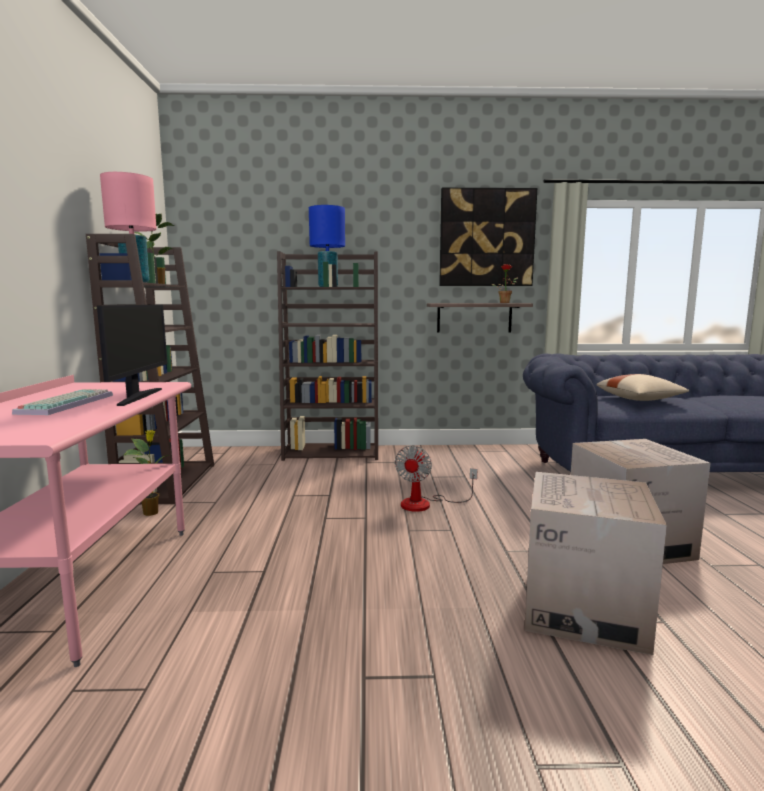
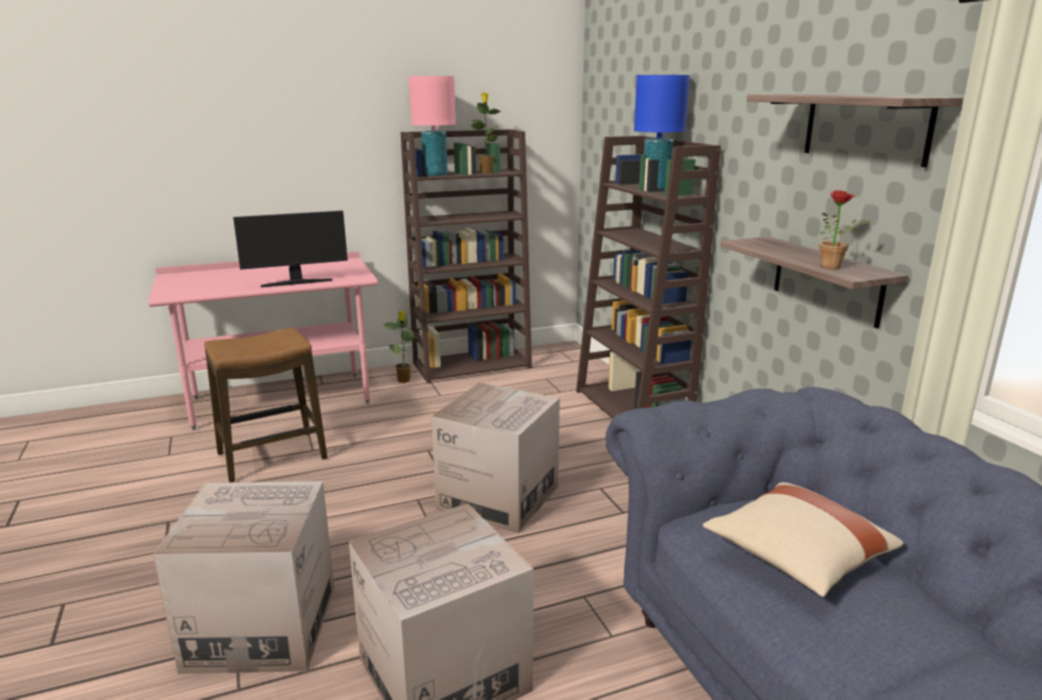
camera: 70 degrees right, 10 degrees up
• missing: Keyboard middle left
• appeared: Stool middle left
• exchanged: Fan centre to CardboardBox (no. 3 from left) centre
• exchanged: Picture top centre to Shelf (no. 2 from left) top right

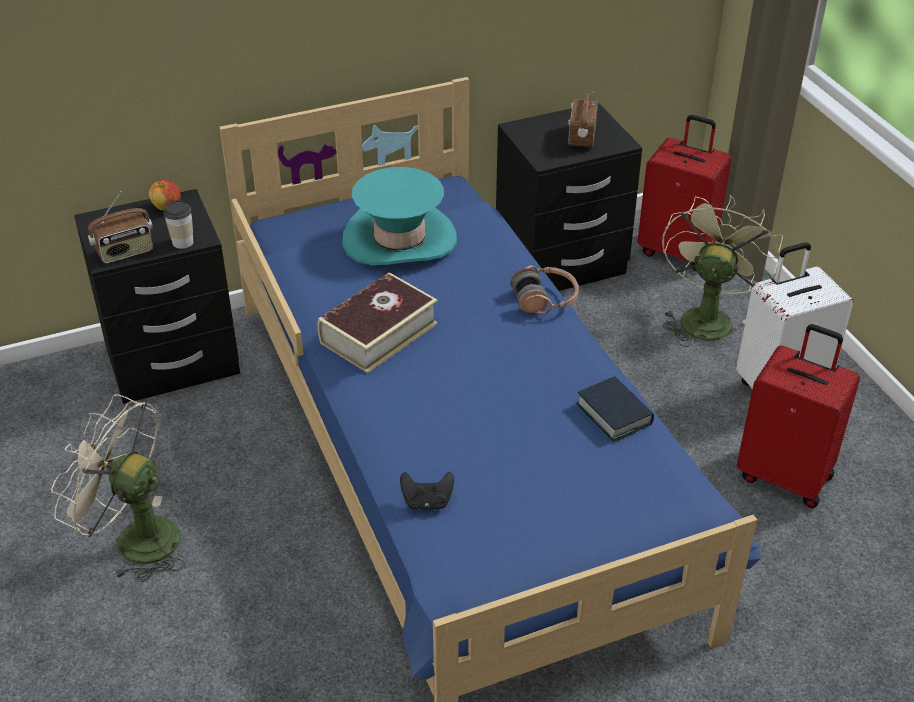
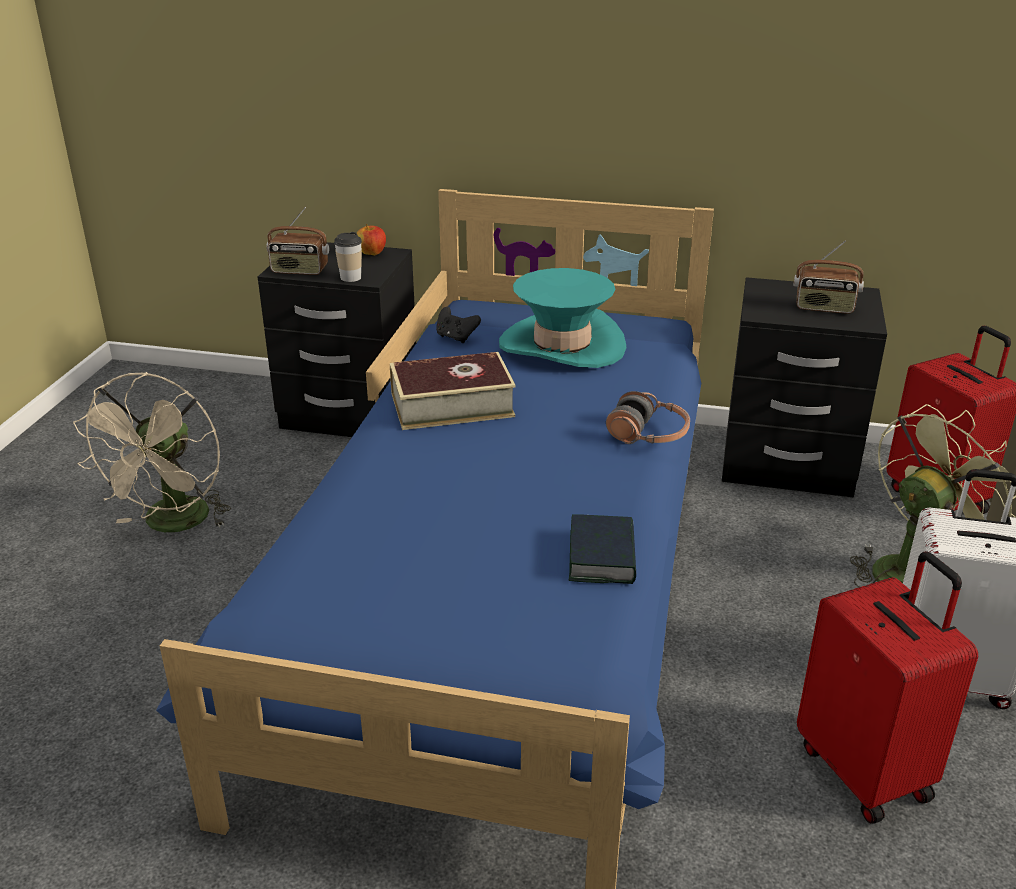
camera: 35 degrees right, 10 degrees down
• relocated: BlackGameController bottom centre to centre
• spun: BeigeFan bottom left = middle left 135 degrees counterclockwise
• spun: Radio (no. 2 from left) top centre = top right 120 degrees counterclockwise

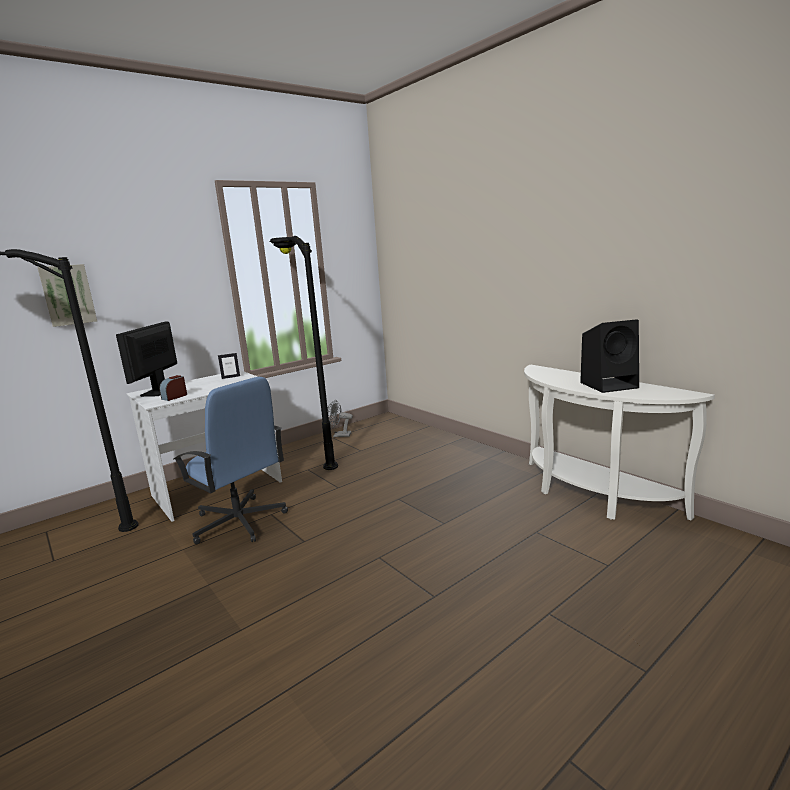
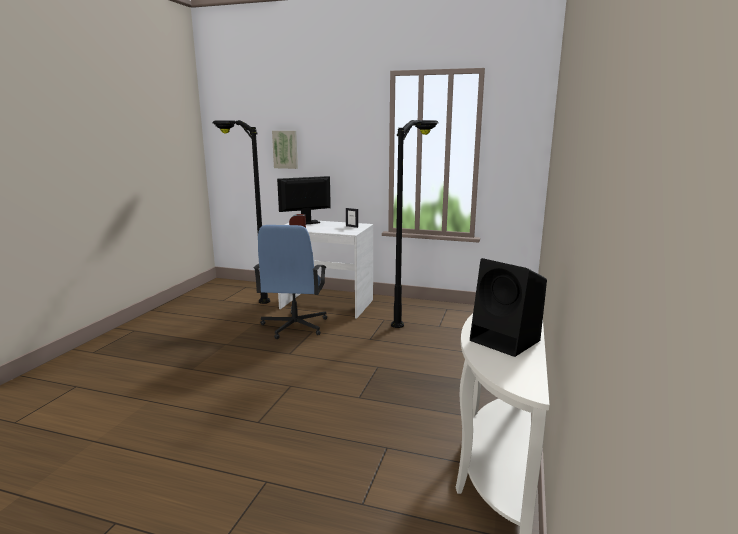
camera: 55 degrees right, 0 degrees up
• missing: GreyFan centre

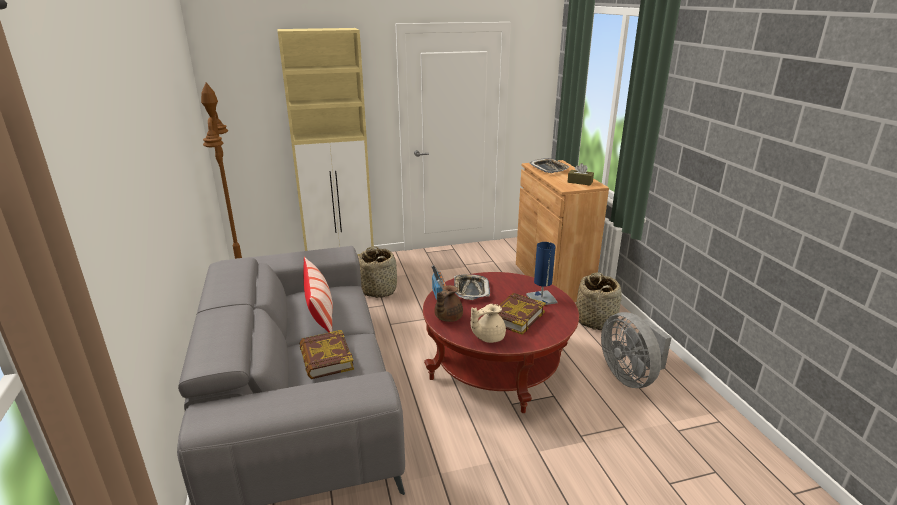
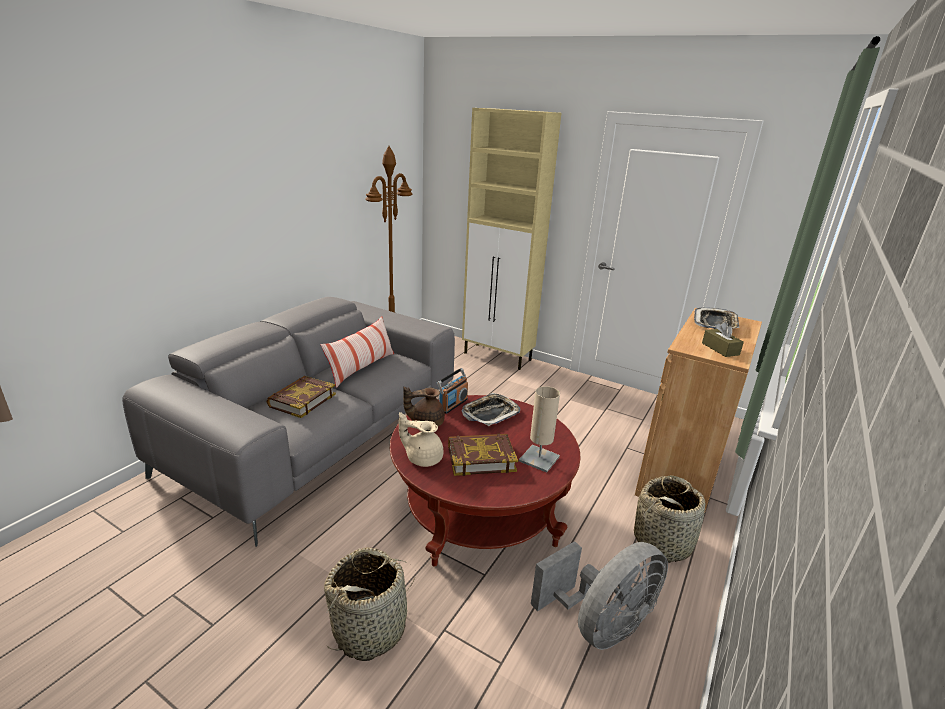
camera: 45 degrees right, 0 degrees up
• relocated: Basket (no. 1 from left) centre to bottom centre
• colour: BlueTableLamp centre to BeigeTableLamp centre
• spun: GreyFan bottom right = bottom centre 150 degrees counterclockwise

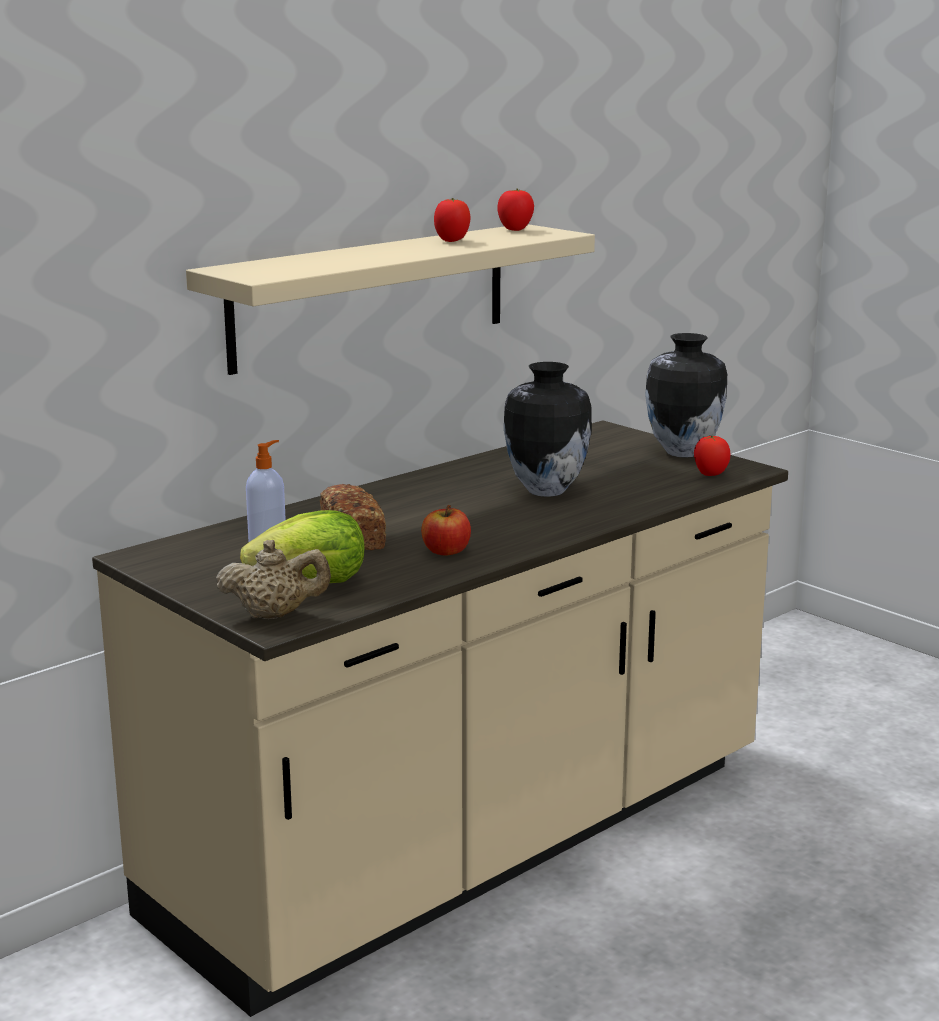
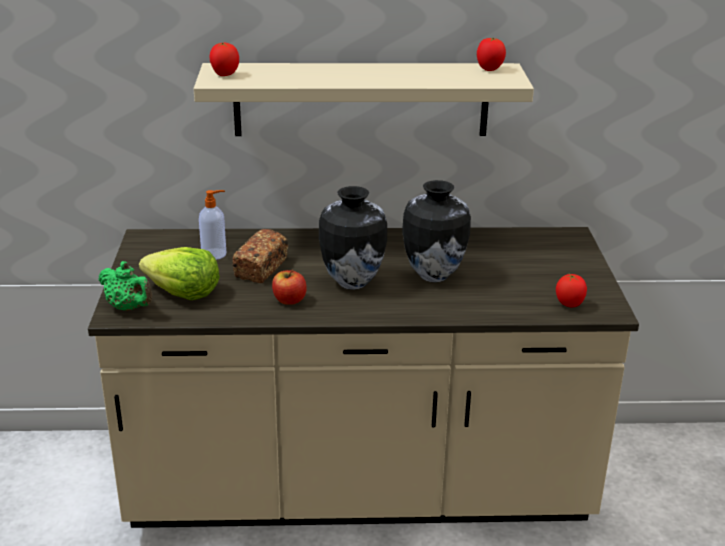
camera: 40 degrees right, 10 degrees up
• relocated: Tomato (no. 1 from left) top centre to top left
• relocated: Vase (no. 2 from left in the first image) middle right to Vase (no. 1 from left) centre
• colour: BeigeTeapot middle left to GreenTeapot middle left

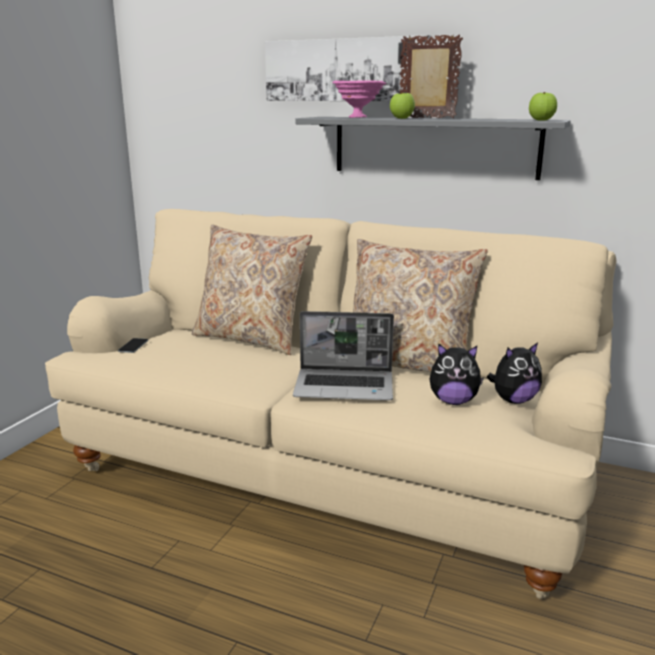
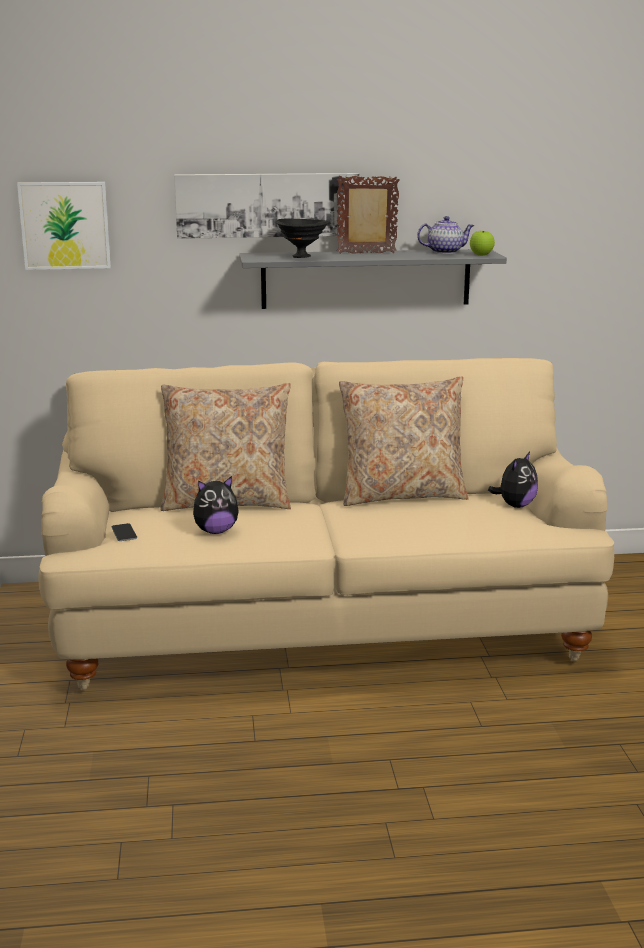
camera: 30 degrees left, 0 degrees up
• missing: Laptop centre
• missing: Apple (no. 1 from left) top centre
• appeared: Picture (no. 1 from left) top left
• appeared: Teapot top right
• relocated: PlushToy (no. 1 from left) middle right to centre
• colour: PinkBowl top centre to BlackBowl top centre

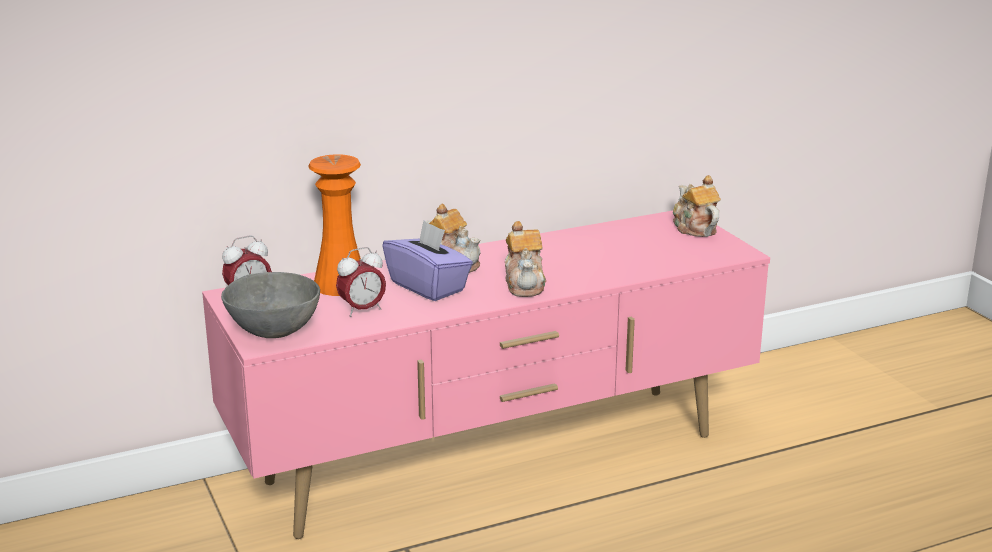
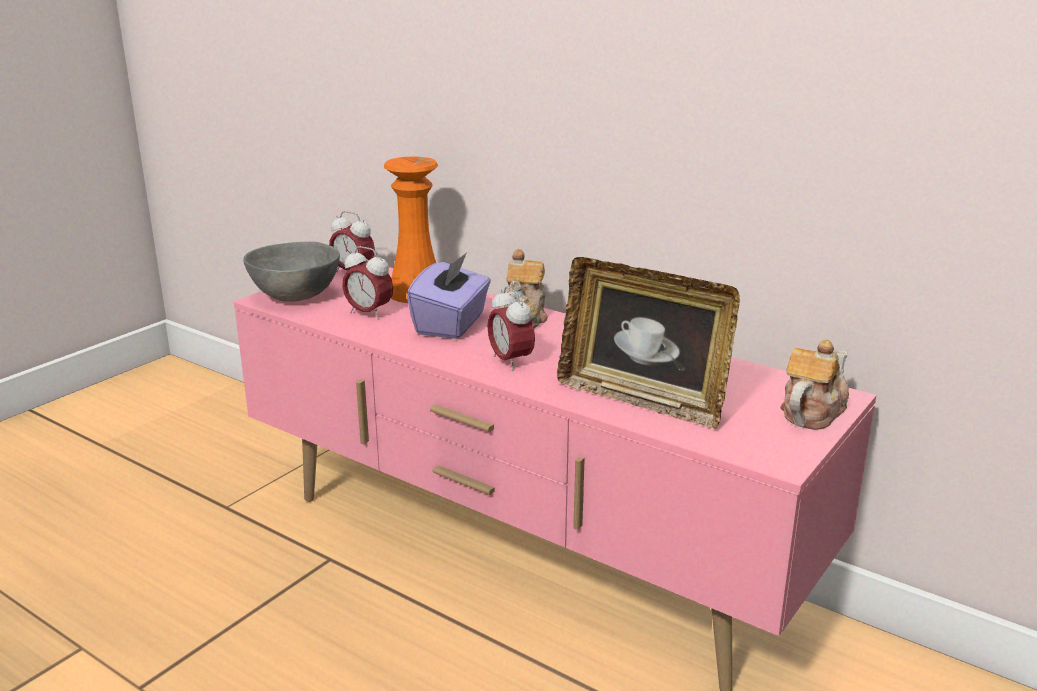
camera: 60 degrees right, 0 degrees up
• appeared: PictureFrame centre
• exchanged: Teapot (no. 2 from left) centre to AlarmClock (no. 3 from left) centre

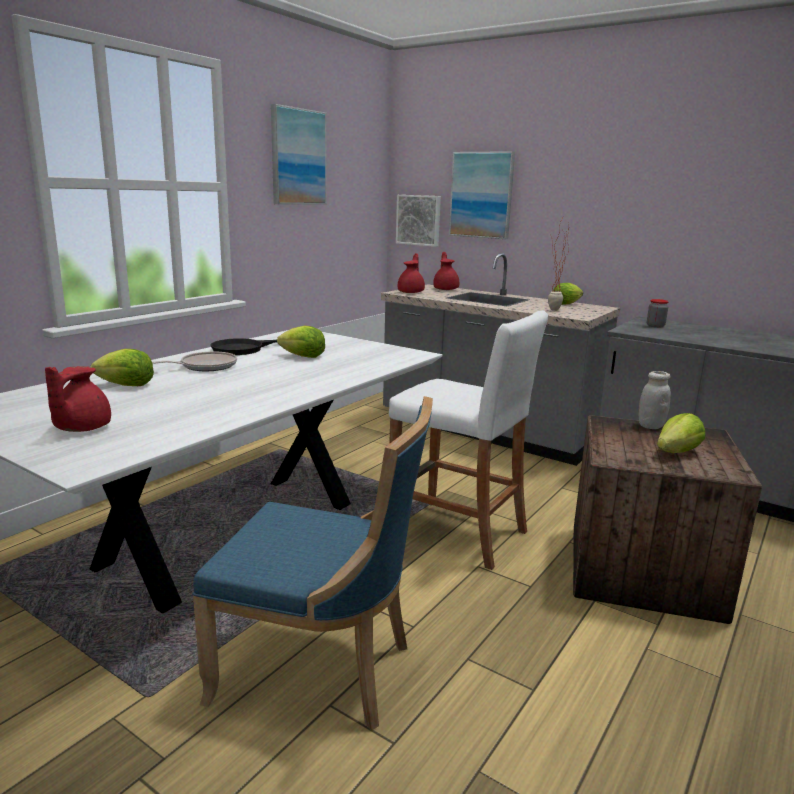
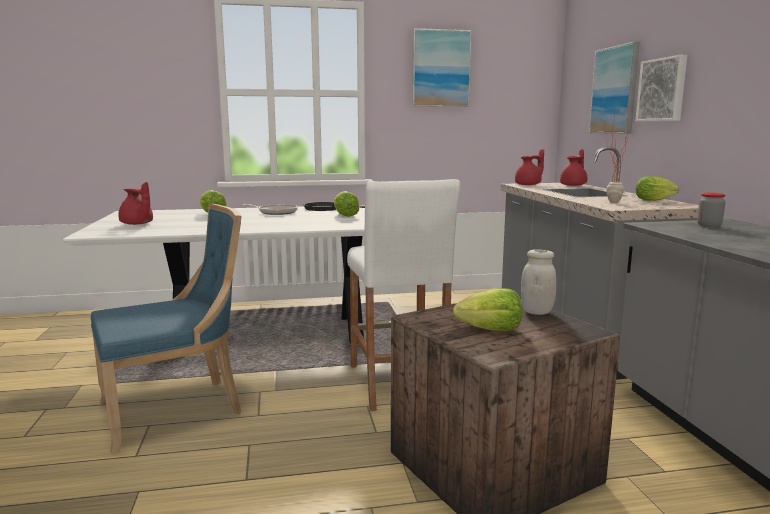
camera: 45 degrees right, 5 degrees down
• relocated: Picture (no. 2 from left in the first image) top centre to Picture (no. 3 from left) top right
• spun: RedTeapot (no. 1 from left) middle left = middle left 105 degrees counterclockwise
• spun: BlueChair bottom centre = middle left 90 degrees counterclockwise

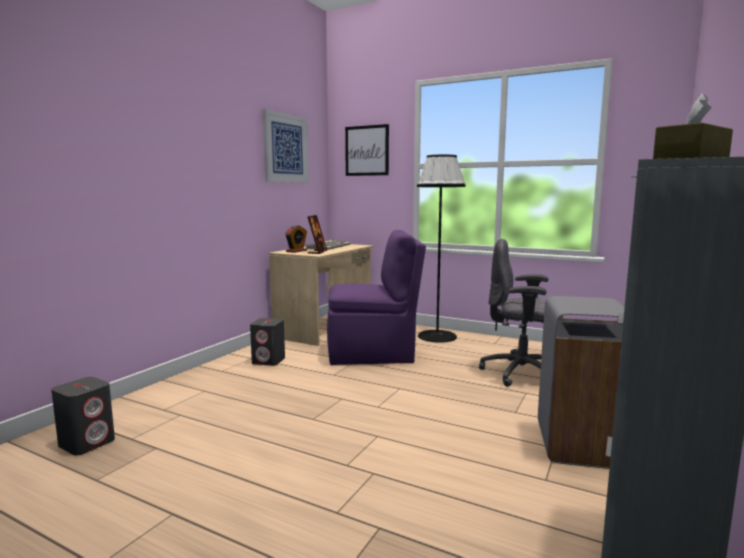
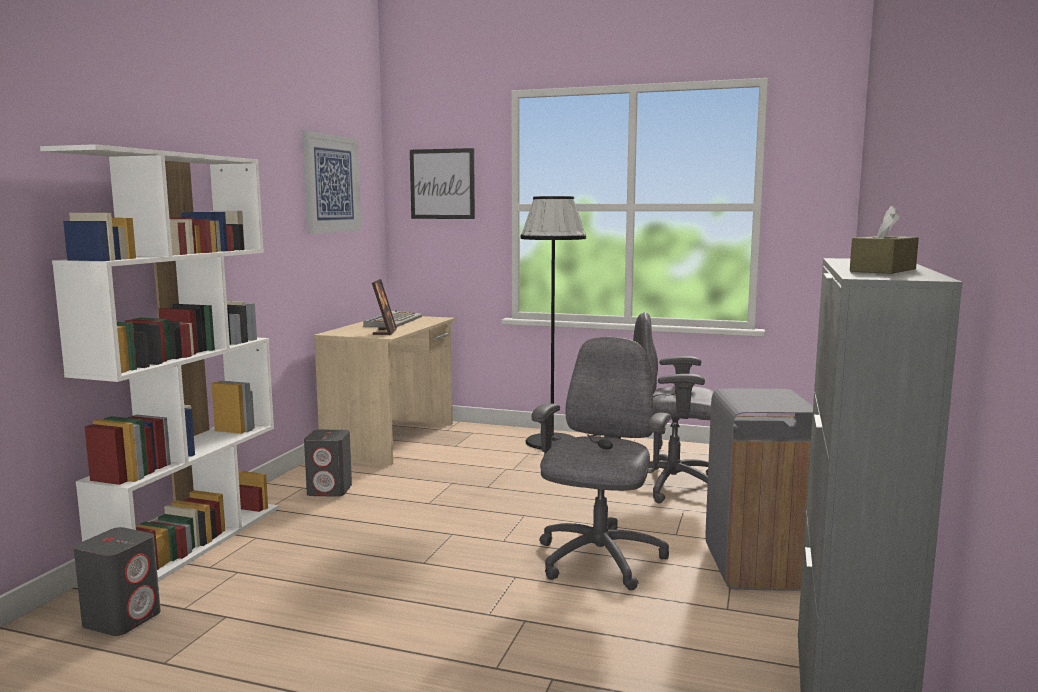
camera: 10 degrees left, 0 degrees up
• missing: AlarmClock centre
• missing: PurpleChair centre
• appeared: WhiteBookcase middle left
• appeared: GreyOfficeChair (no. 1 from left) bottom centre

